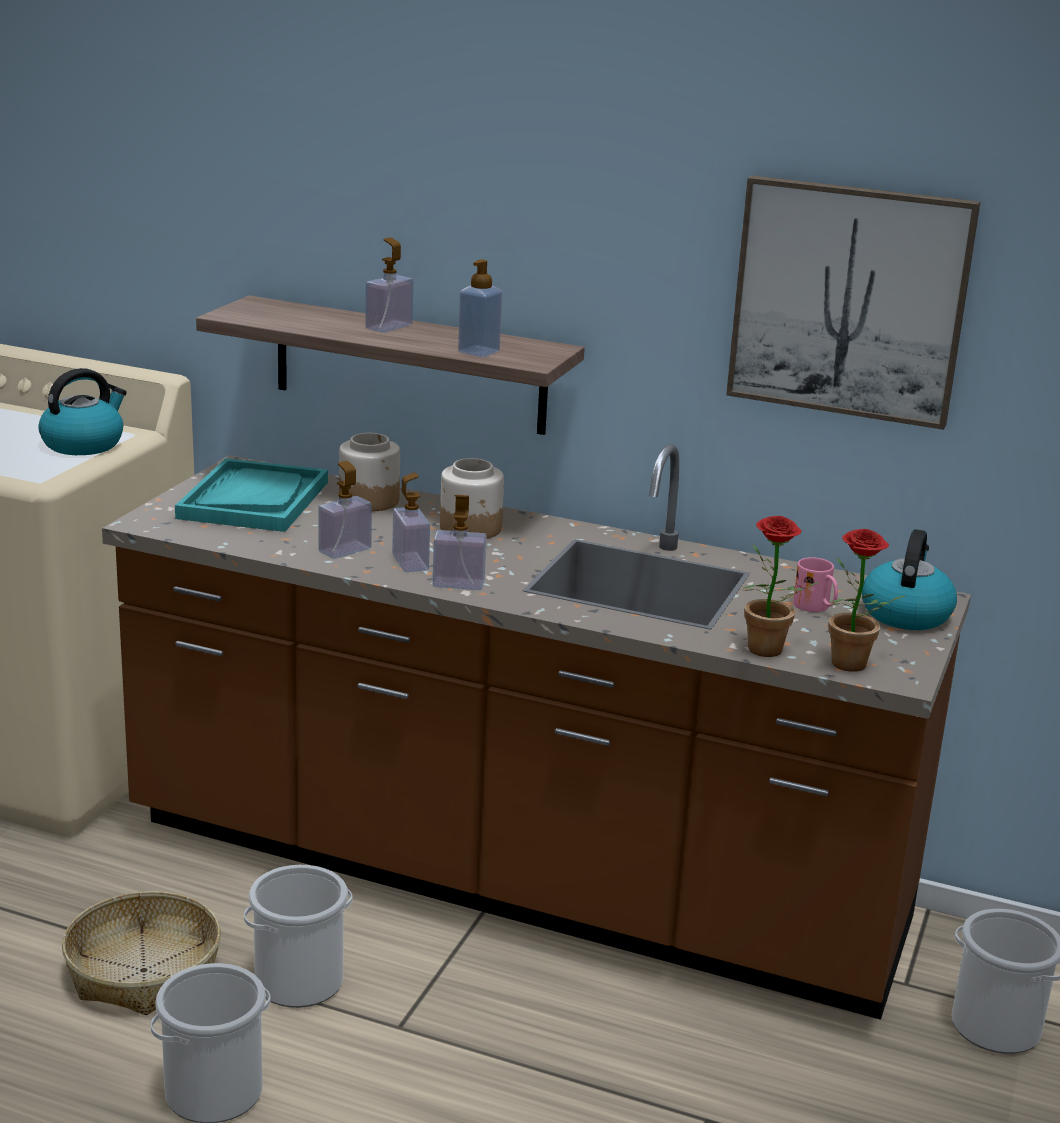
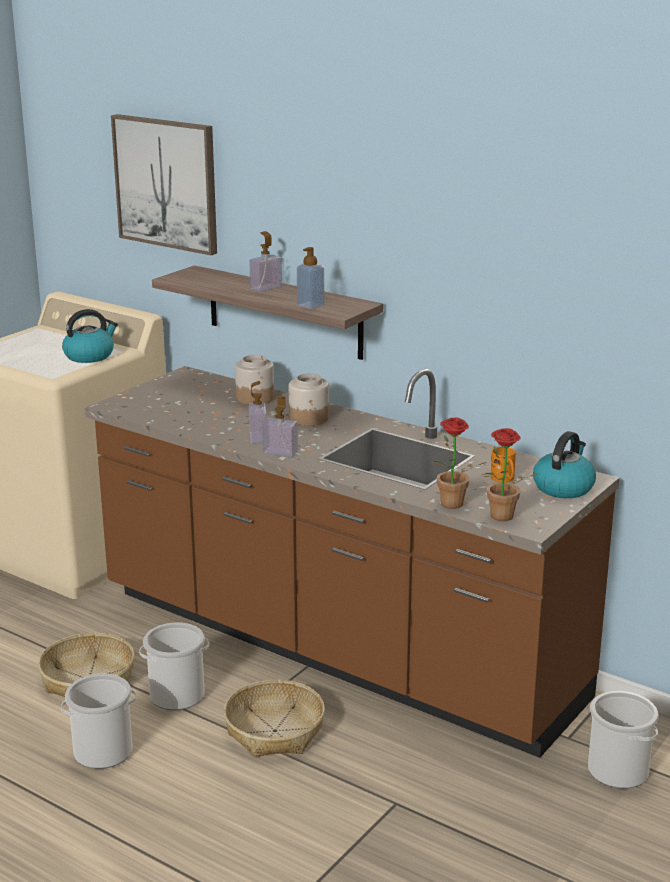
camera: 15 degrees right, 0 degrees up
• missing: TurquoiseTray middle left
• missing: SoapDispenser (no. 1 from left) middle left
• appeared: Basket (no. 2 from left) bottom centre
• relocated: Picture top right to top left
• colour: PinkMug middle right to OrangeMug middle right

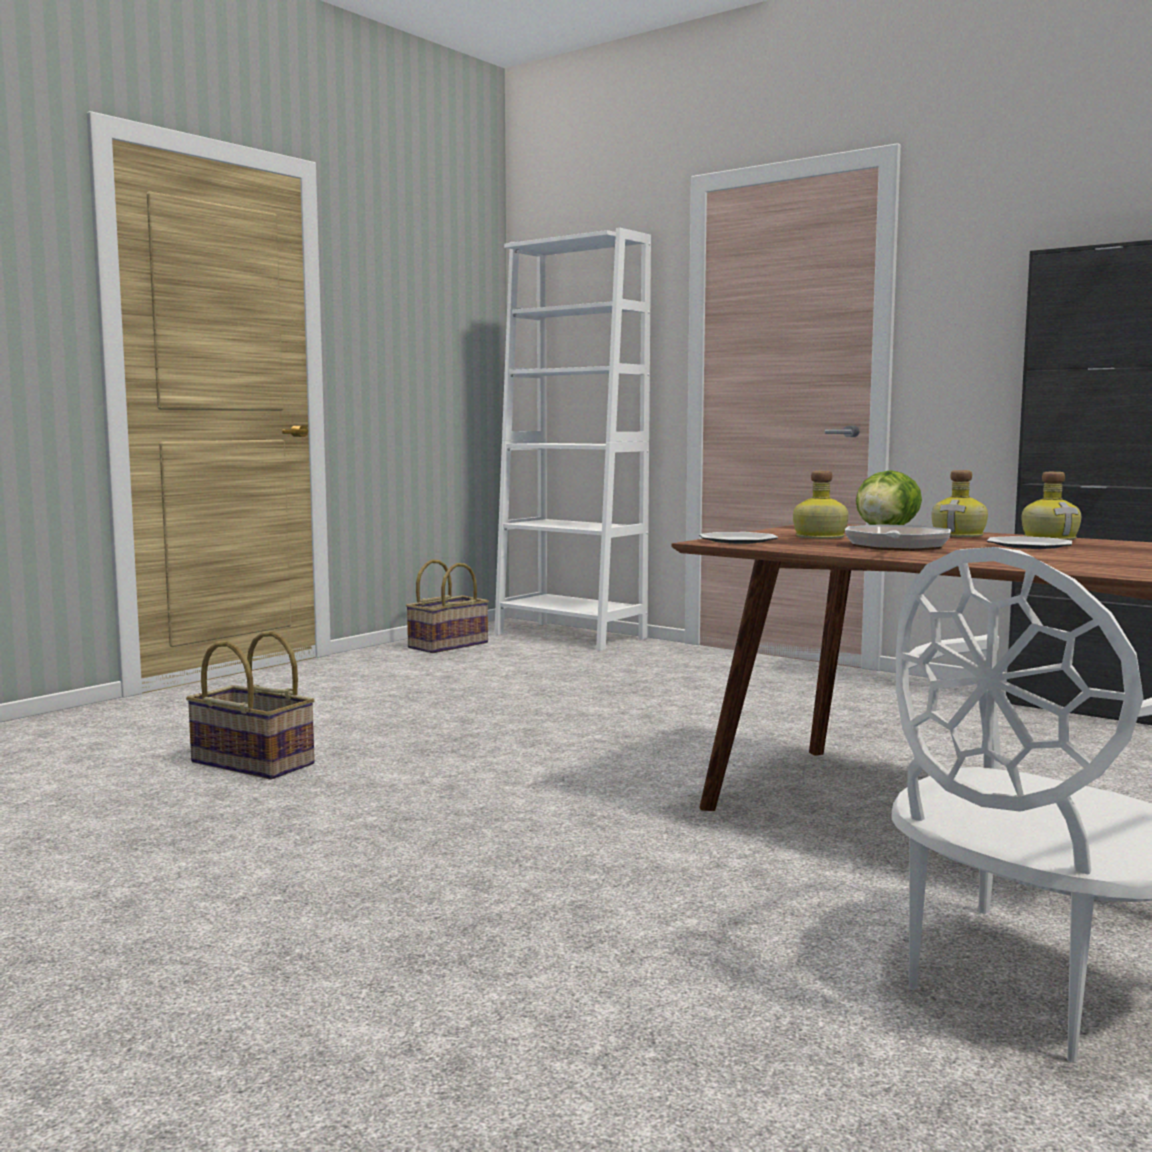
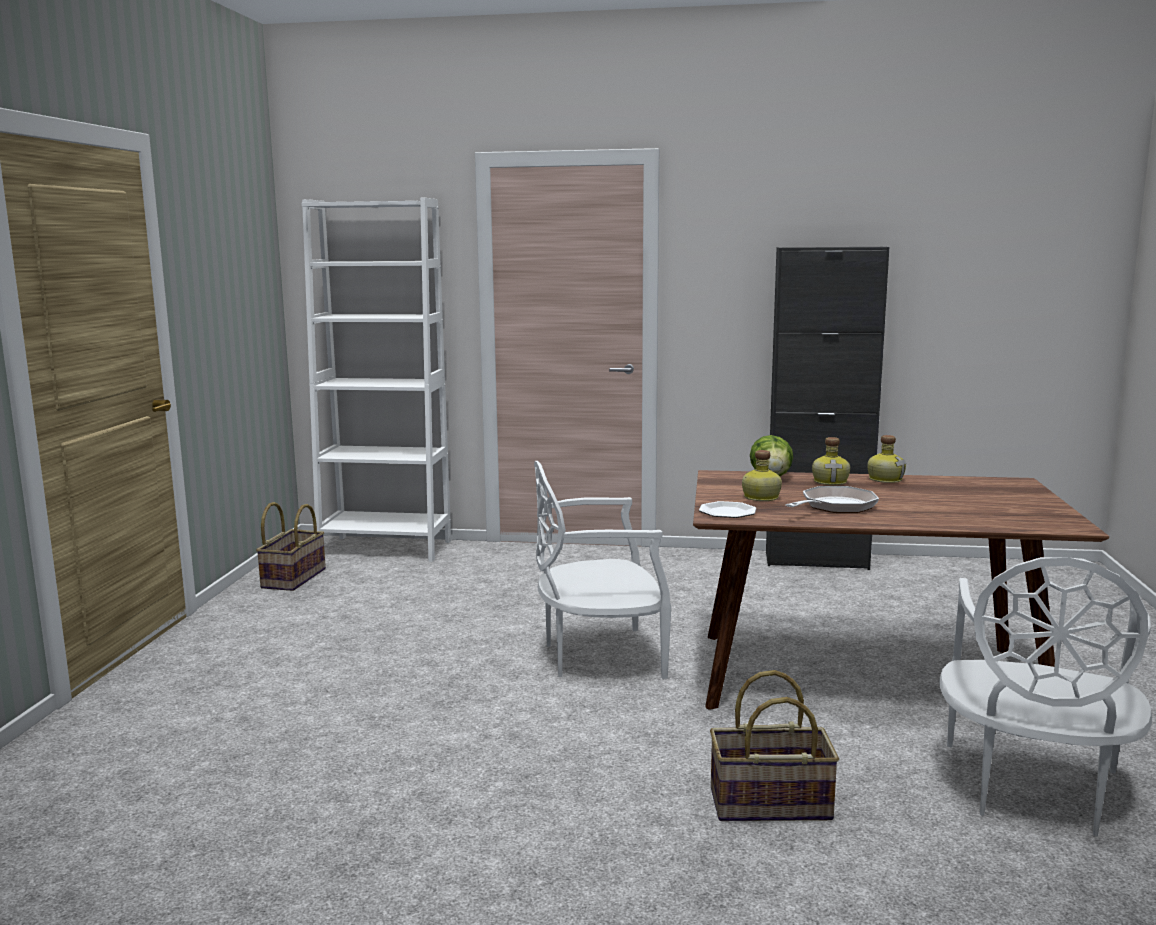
camera: 30 degrees left, 5 degrees up
• missing: Plate (no. 2 from left) middle right
• appeared: WhiteChair (no. 1 from left) centre
• relocated: Basket (no. 1 from left in the first image) middle left to Basket (no. 2 from left) bottom right
• spun: FryingPan middle right = middle right 60 degrees clockwise

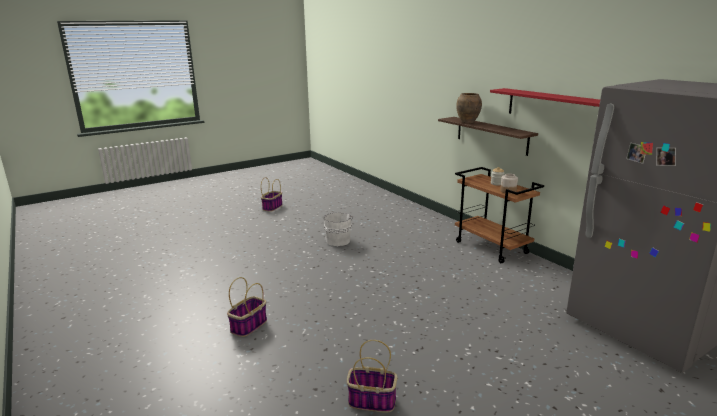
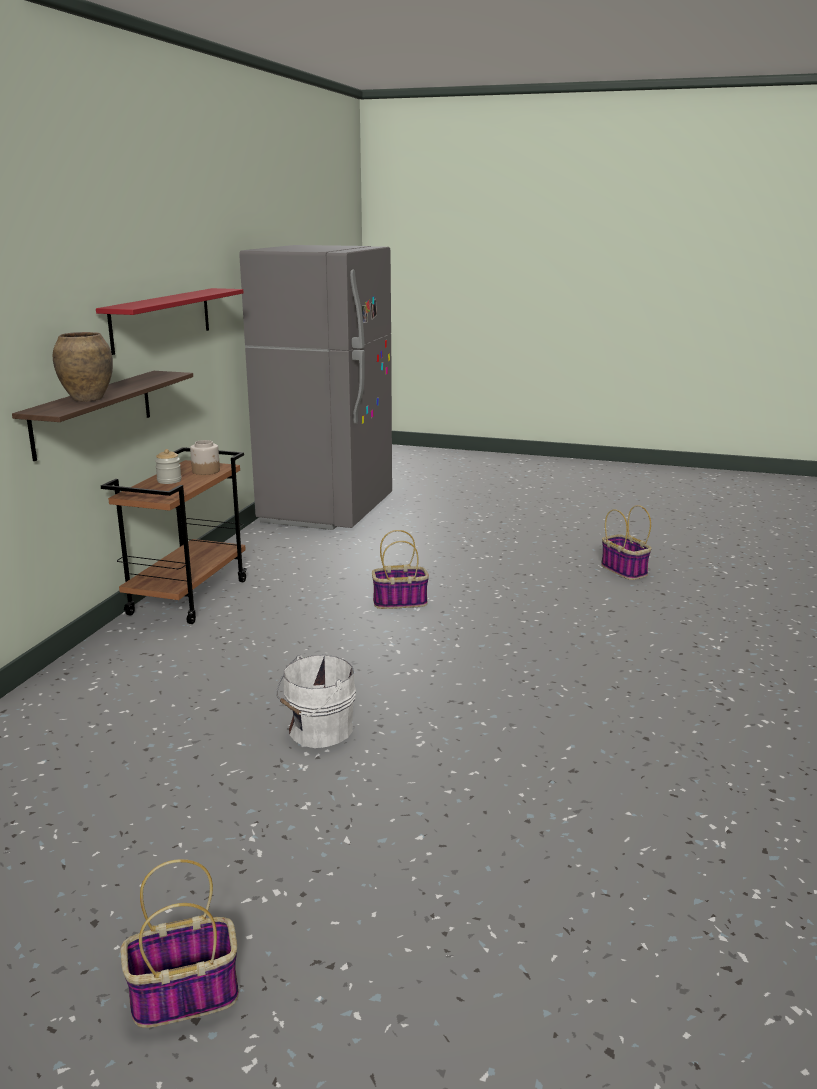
camera: 130 degrees left, 0 degrees up
• relocated: Basket (no. 1 from left in the first image) bottom centre to Basket (no. 2 from left) centre

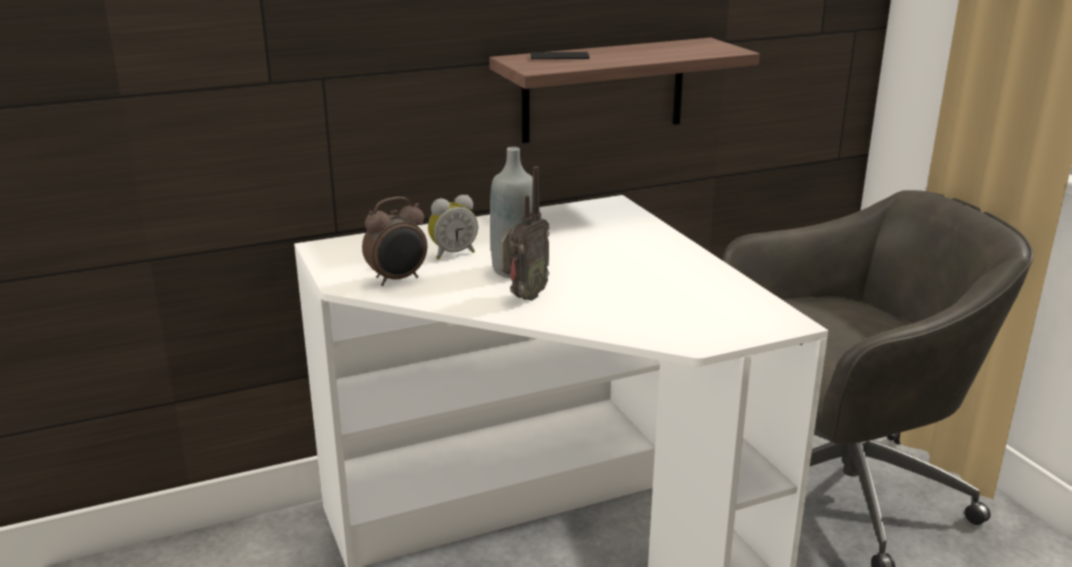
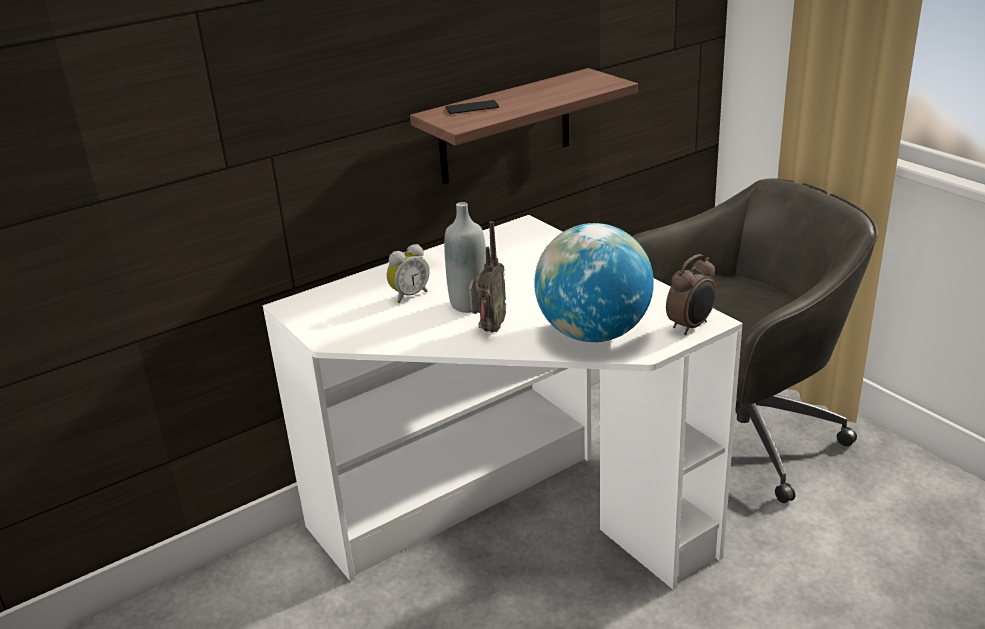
camera: 10 degrees left, 5 degrees up
• appeared: Globe centre
• relocated: AlarmClock (no. 1 from left in the first image) centre to AlarmClock (no. 2 from left) middle right

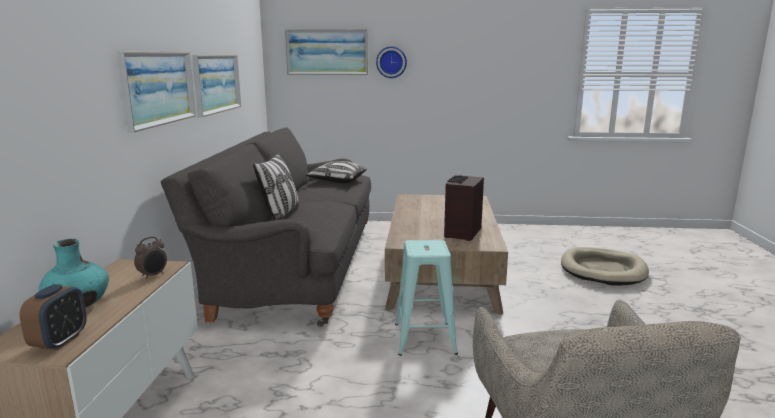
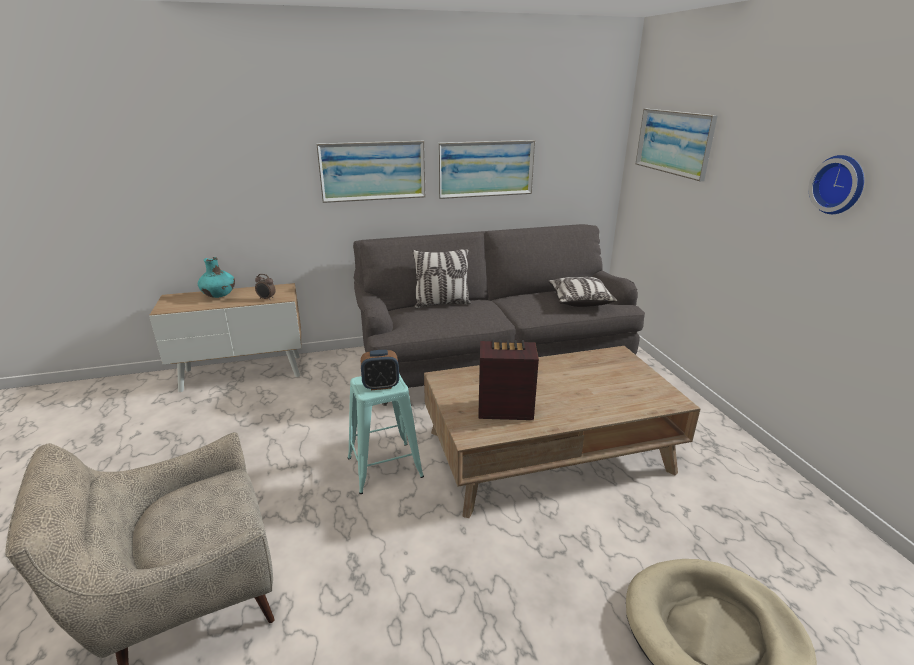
camera: 70 degrees right, 10 degrees up
• relocated: AlarmClock (no. 1 from left in the first image) bottom left to AlarmClock (no. 2 from left) centre
• relocated: WallClock top centre to top right

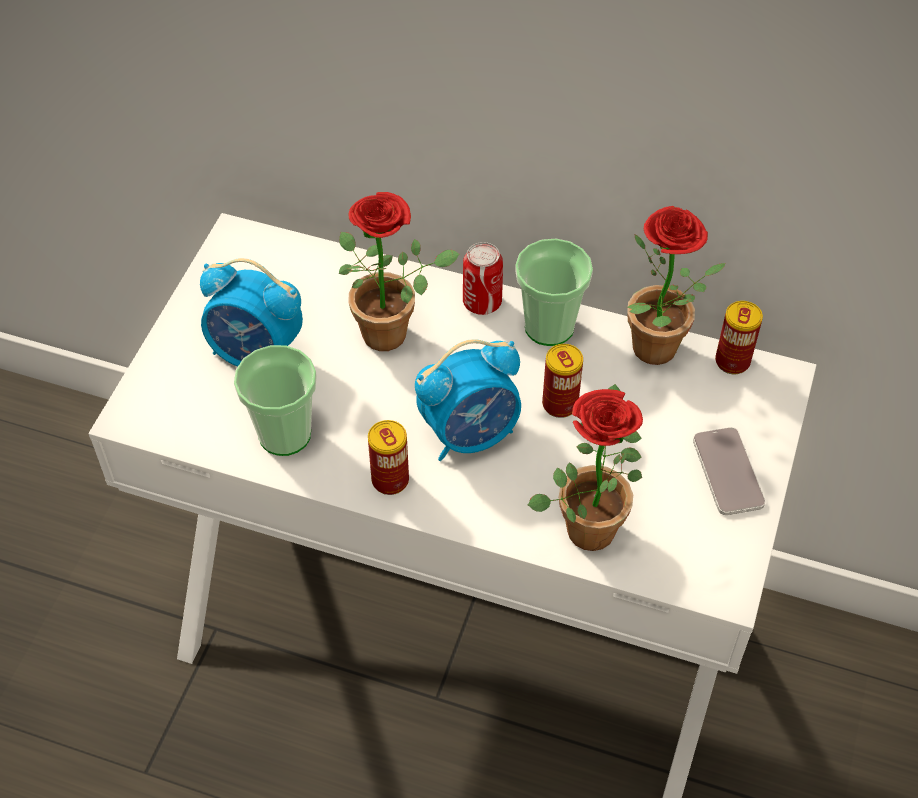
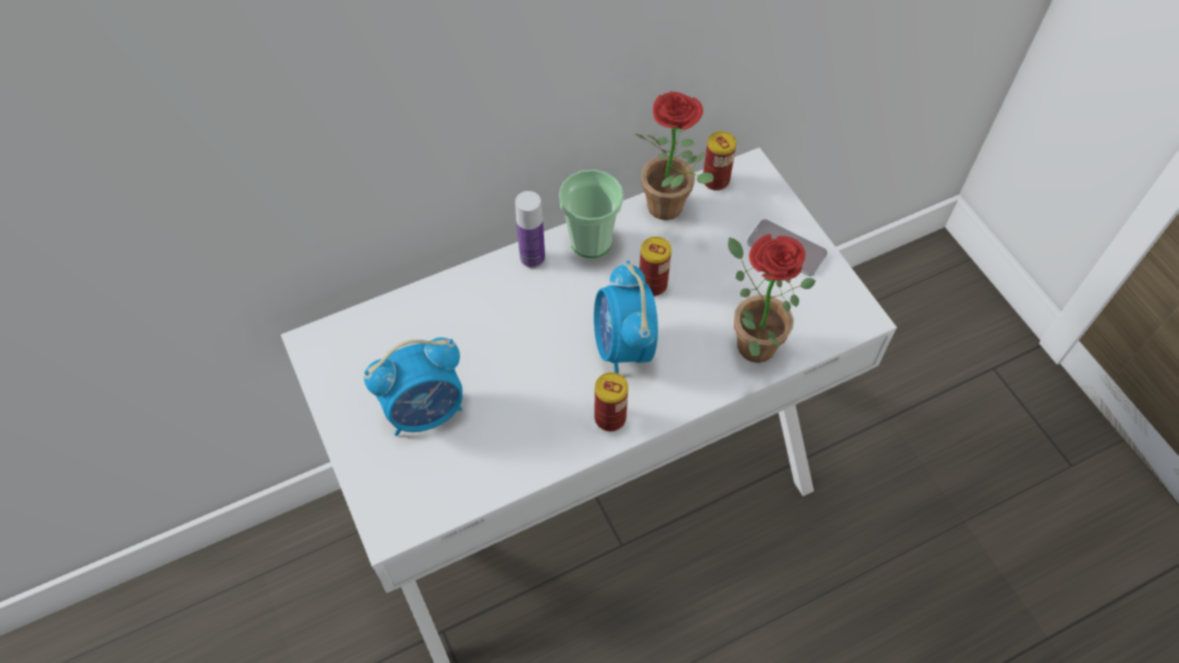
camera: 45 degrees left, 5 degrees up
• missing: Cup (no. 1 from left) middle left
• missing: PottedPlant (no. 1 from left) centre
• exchanged: Can (no. 2 from left) centre to Bottle centre
• spun: AlarmClock (no. 2 from left) centre = centre 150 degrees clockwise

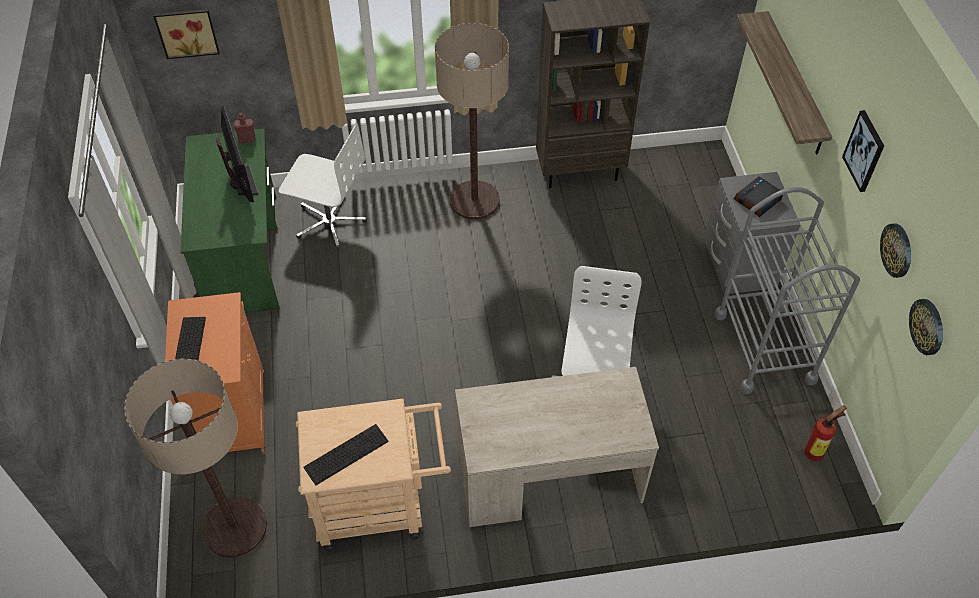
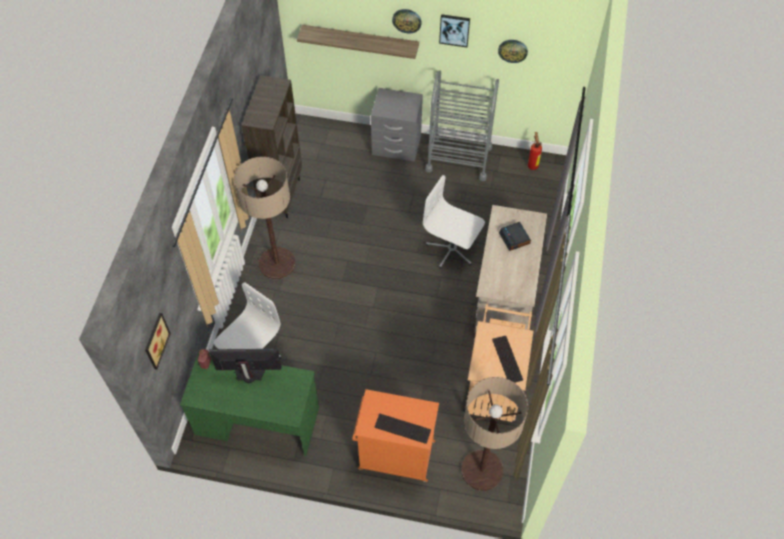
camera: 70 degrees left, 5 degrees up
• relocated: AlarmClock top right to centre
• relocated: WallClock (no. 2 from left in the first image) middle right to WallClock (no. 1 from left) top centre

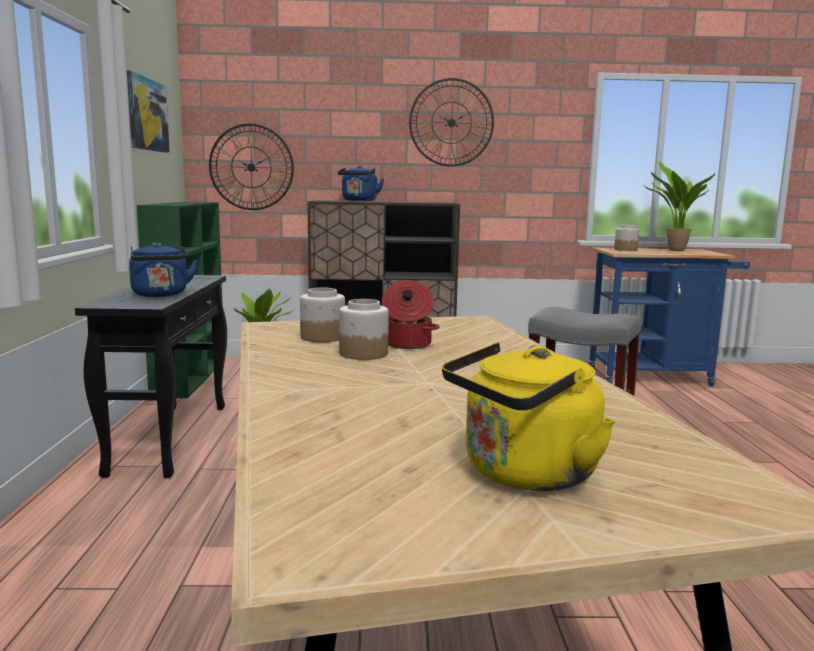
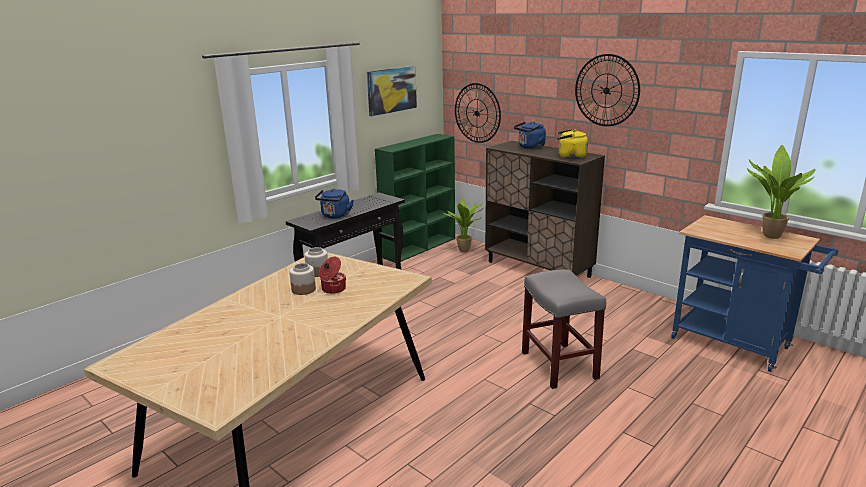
camera: 45 degrees right, 10 degrees up
• missing: Jar (no. 3 from left) middle right
• relocated: YellowKettle centre to top centre

